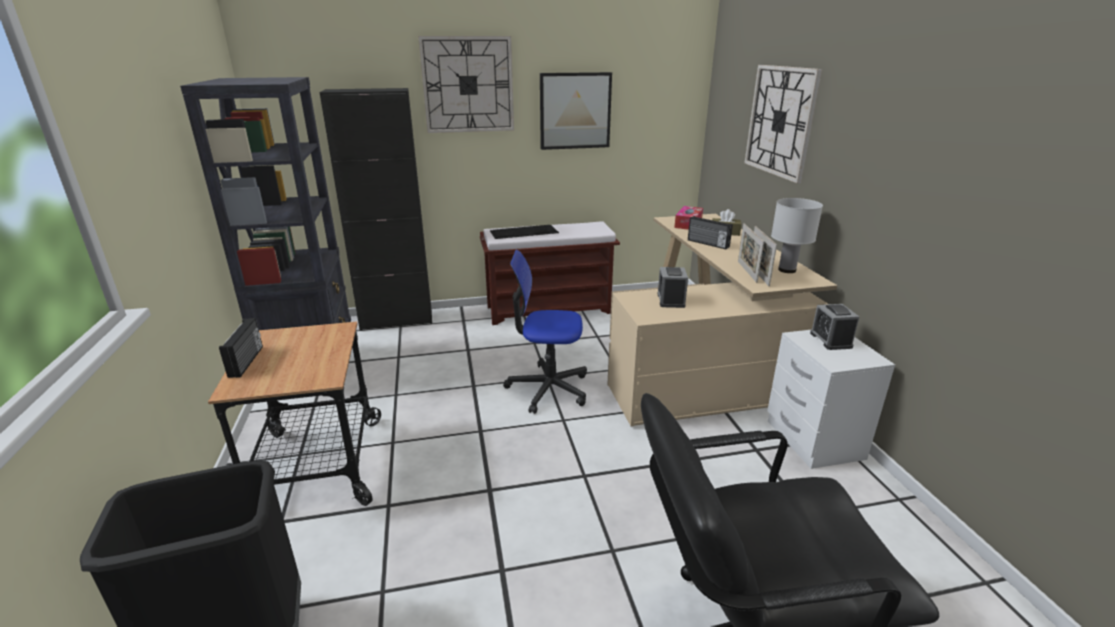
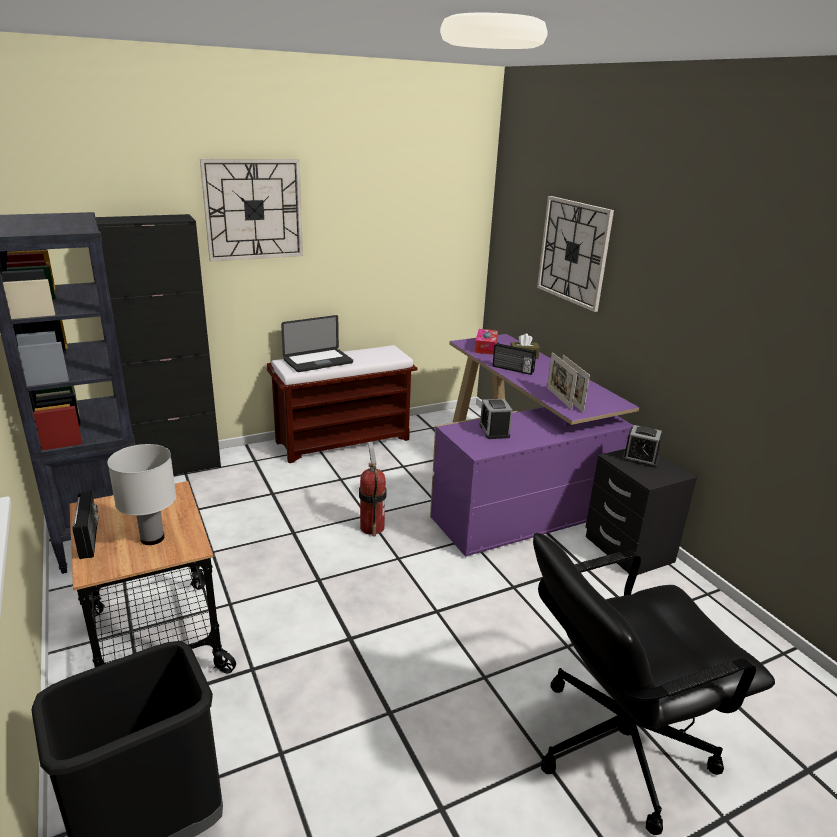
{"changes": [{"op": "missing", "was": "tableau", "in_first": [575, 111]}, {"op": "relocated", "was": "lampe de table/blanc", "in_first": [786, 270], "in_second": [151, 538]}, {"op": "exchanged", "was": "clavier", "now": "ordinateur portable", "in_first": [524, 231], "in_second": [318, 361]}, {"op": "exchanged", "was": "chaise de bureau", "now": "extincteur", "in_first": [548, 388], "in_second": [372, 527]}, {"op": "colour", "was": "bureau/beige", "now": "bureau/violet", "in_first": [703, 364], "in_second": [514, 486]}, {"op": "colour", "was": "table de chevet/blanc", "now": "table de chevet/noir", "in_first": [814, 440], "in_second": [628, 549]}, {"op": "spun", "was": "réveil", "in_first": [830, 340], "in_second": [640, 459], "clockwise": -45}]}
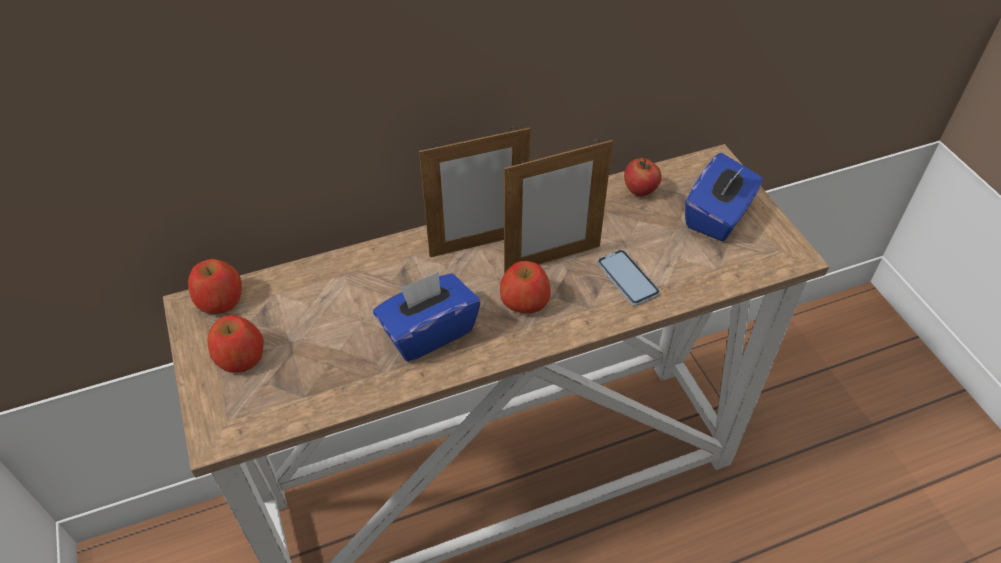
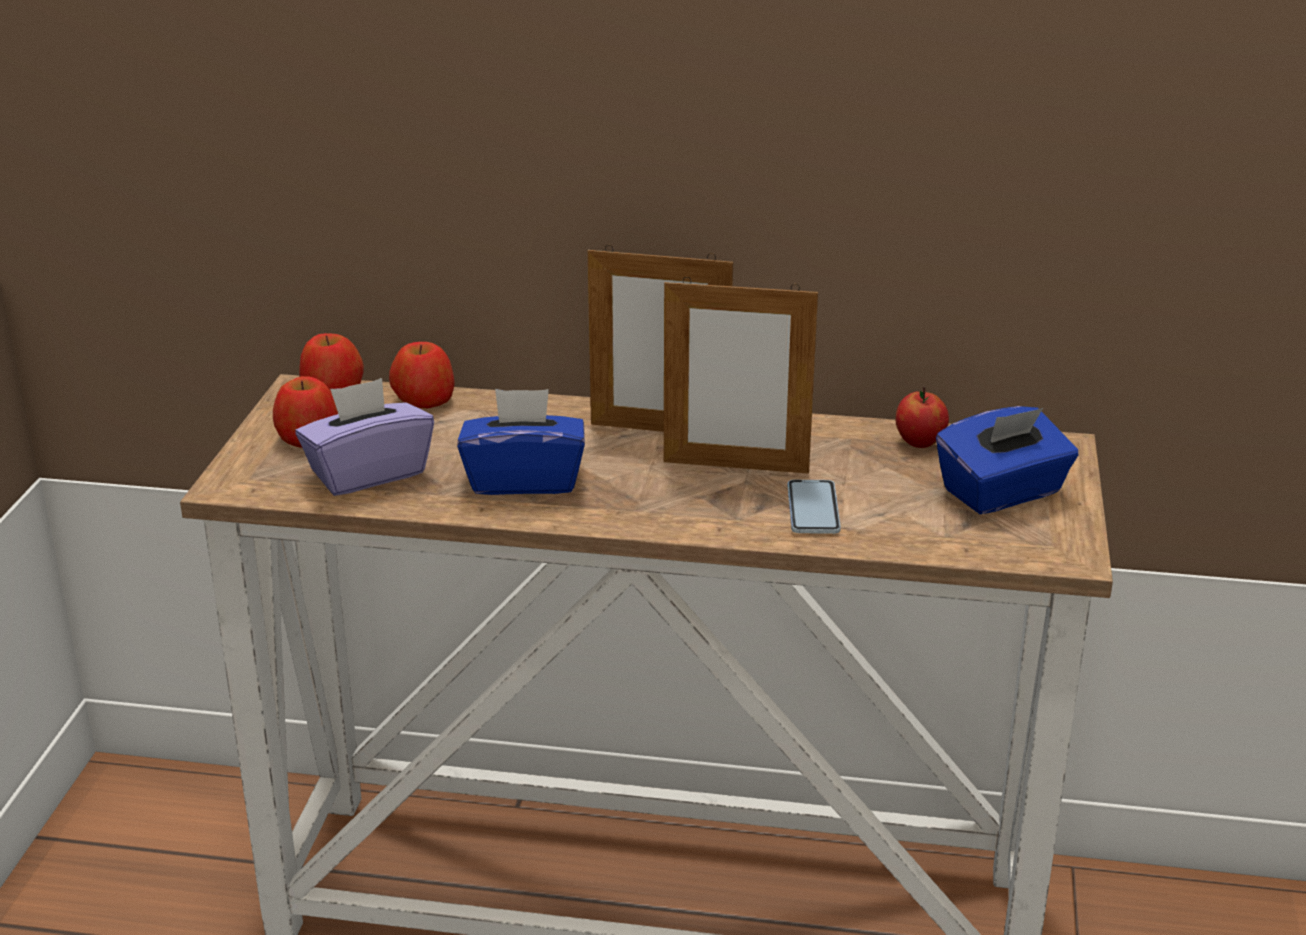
{"changes": [{"op": "appeared", "now": "boîte à mouchoirs/violet", "in_second": [368, 473]}, {"op": "relocated", "was": "pomme", "in_first": [524, 301], "in_second": [424, 400]}]}
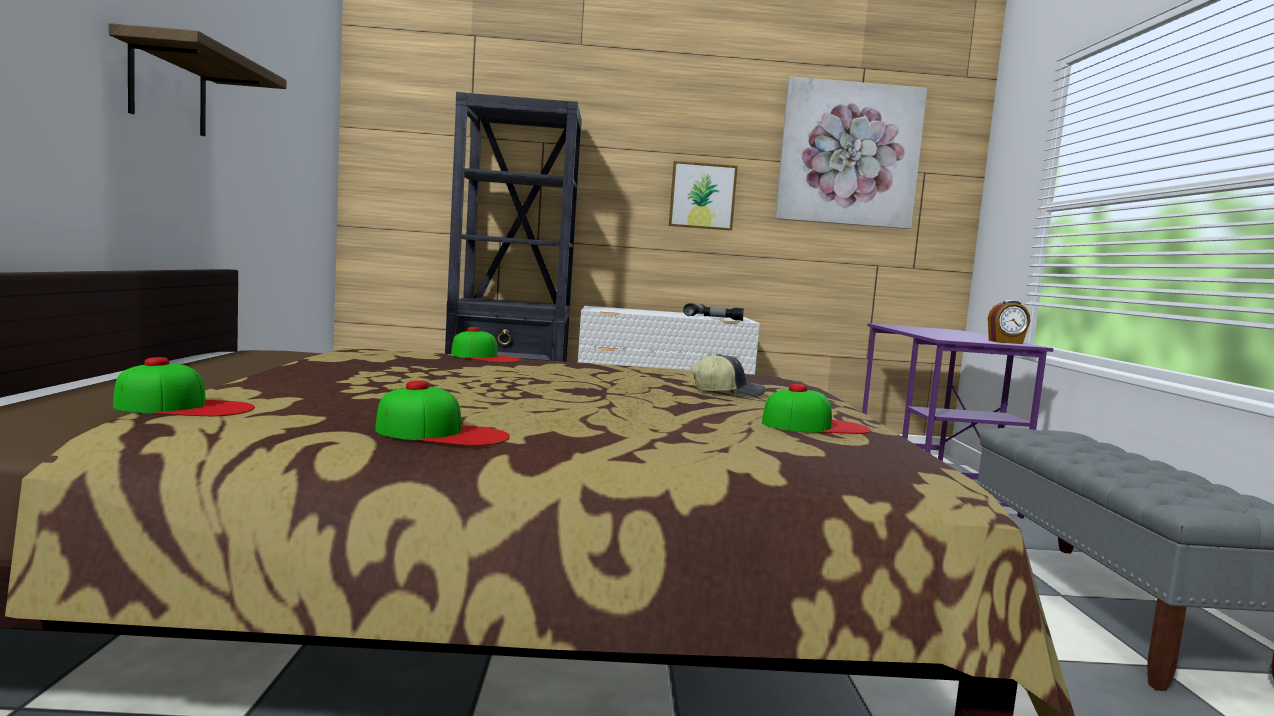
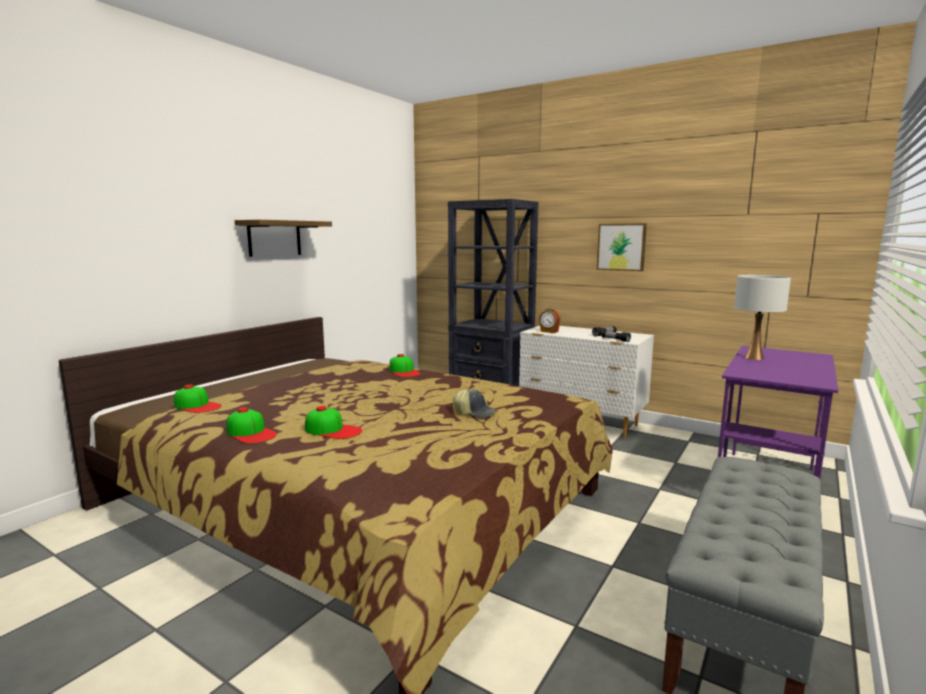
{"changes": [{"op": "missing", "was": "tableau", "in_first": [849, 154]}, {"op": "appeared", "now": "lampe de table/blanc", "in_second": [754, 358]}, {"op": "relocated", "was": "casquette", "in_first": [815, 426], "in_second": [333, 430]}, {"op": "relocated", "was": "réveil", "in_first": [1005, 342], "in_second": [549, 331]}]}
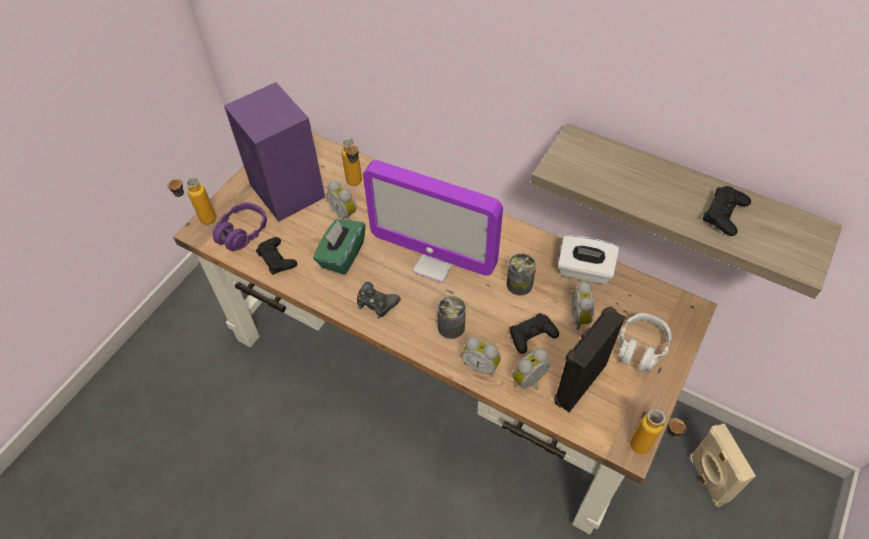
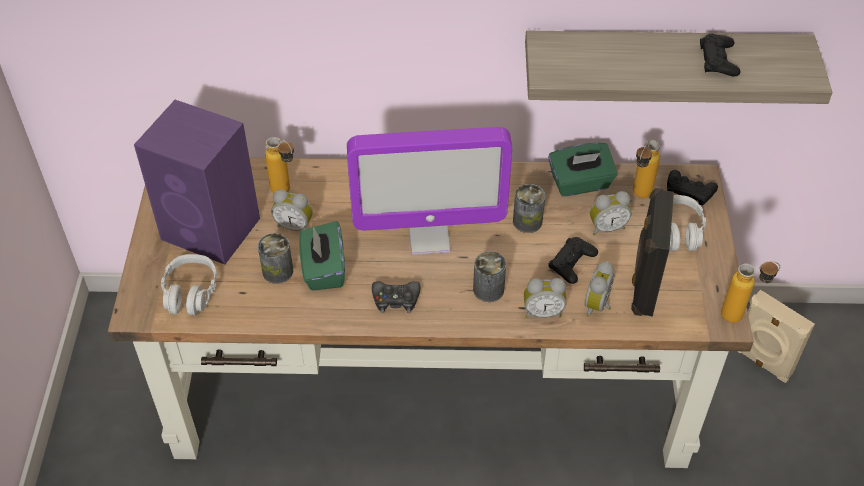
{"changes": [{"op": "appeared", "now": "boîte métallique", "in_second": [278, 271]}, {"op": "relocated", "was": "bouteille", "in_first": [201, 221], "in_second": [638, 197]}, {"op": "relocated", "was": "manette/noir", "in_first": [276, 259], "in_second": [689, 190]}, {"op": "colour", "was": "casque audio/violet", "now": "casque audio/gris", "in_first": [242, 232], "in_second": [190, 292]}, {"op": "colour", "was": "boîte à mouchoirs/blanc", "now": "boîte à mouchoirs/vert", "in_first": [584, 271], "in_second": [580, 183]}, {"op": "spun", "was": "réveil", "in_first": [581, 317], "in_second": [606, 227], "clockwise": -75}]}
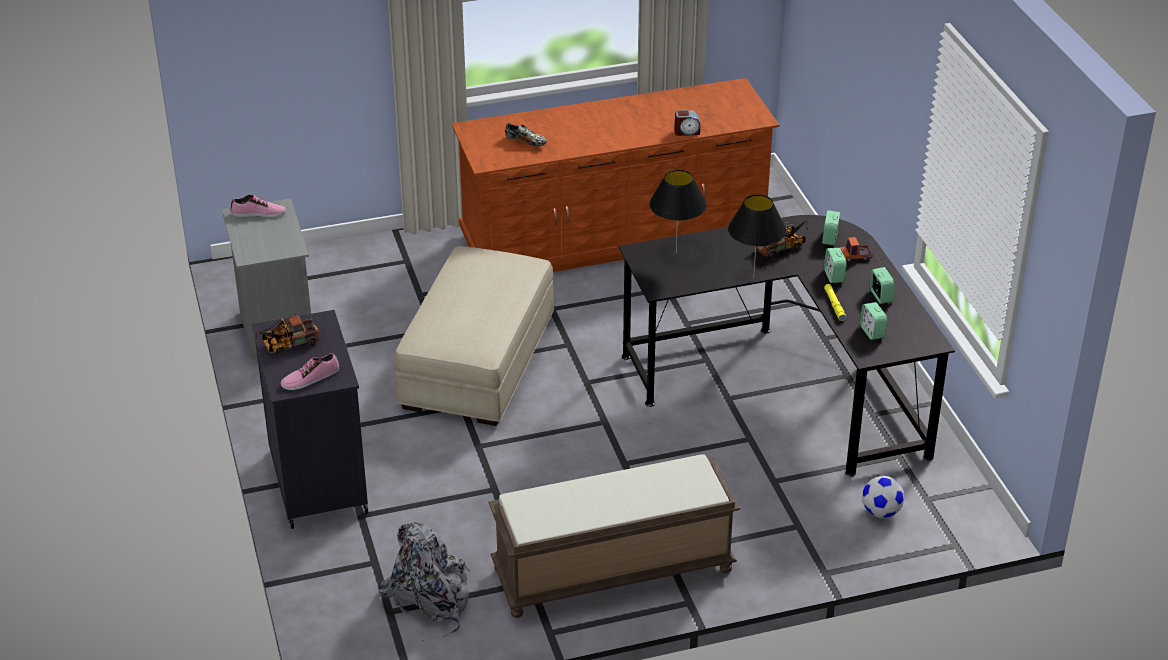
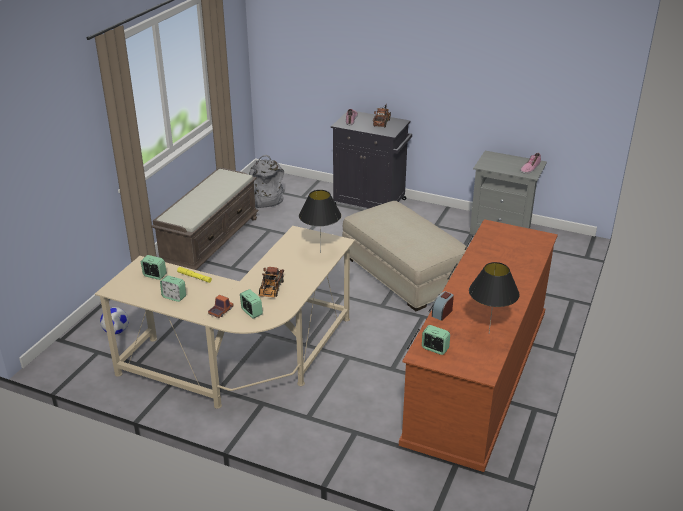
{"changes": [{"op": "missing", "was": "chaussure", "in_first": [526, 142]}, {"op": "relocated", "was": "lampe de table/noir", "in_first": [753, 278], "in_second": [489, 333]}, {"op": "relocated", "was": "réveil", "in_first": [834, 276], "in_second": [435, 349]}, {"op": "colour", "was": "bureau/noir", "now": "bureau/beige", "in_first": [787, 384], "in_second": [245, 361]}]}
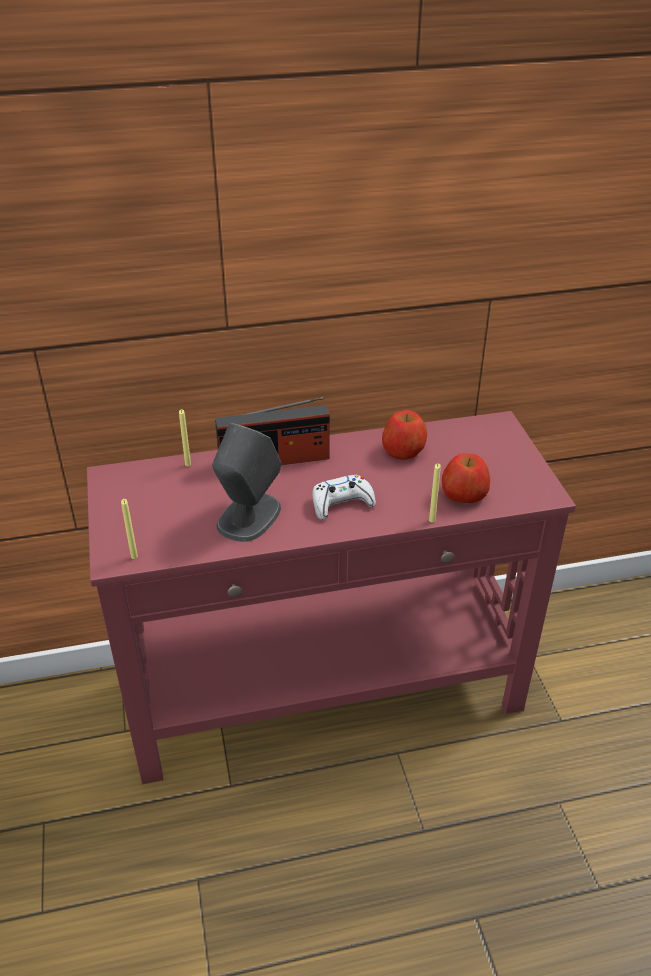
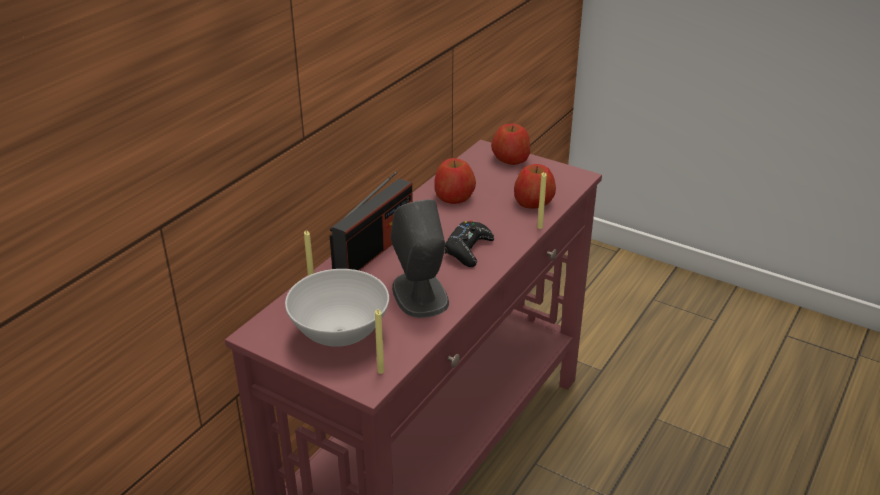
{"changes": [{"op": "appeared", "now": "bol/blanc", "in_second": [340, 335]}, {"op": "appeared", "now": "pomme", "in_second": [510, 159]}, {"op": "colour", "was": "manette/blanc", "now": "manette/noir", "in_first": [341, 503], "in_second": [468, 250]}]}
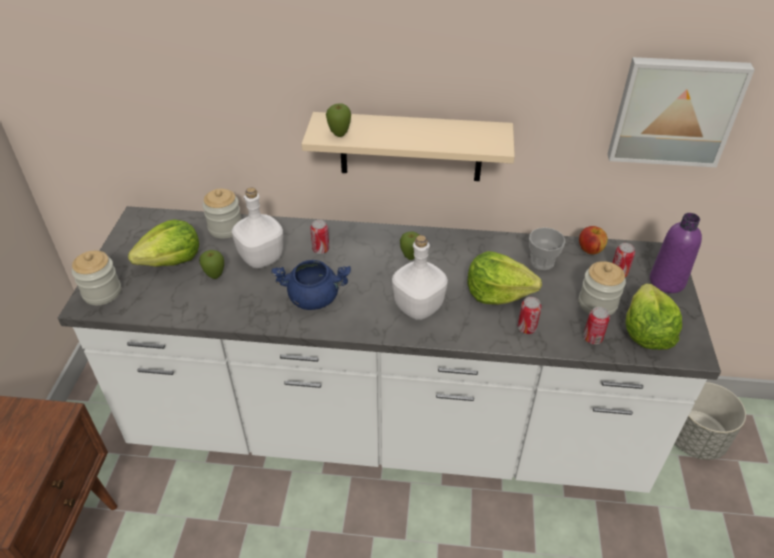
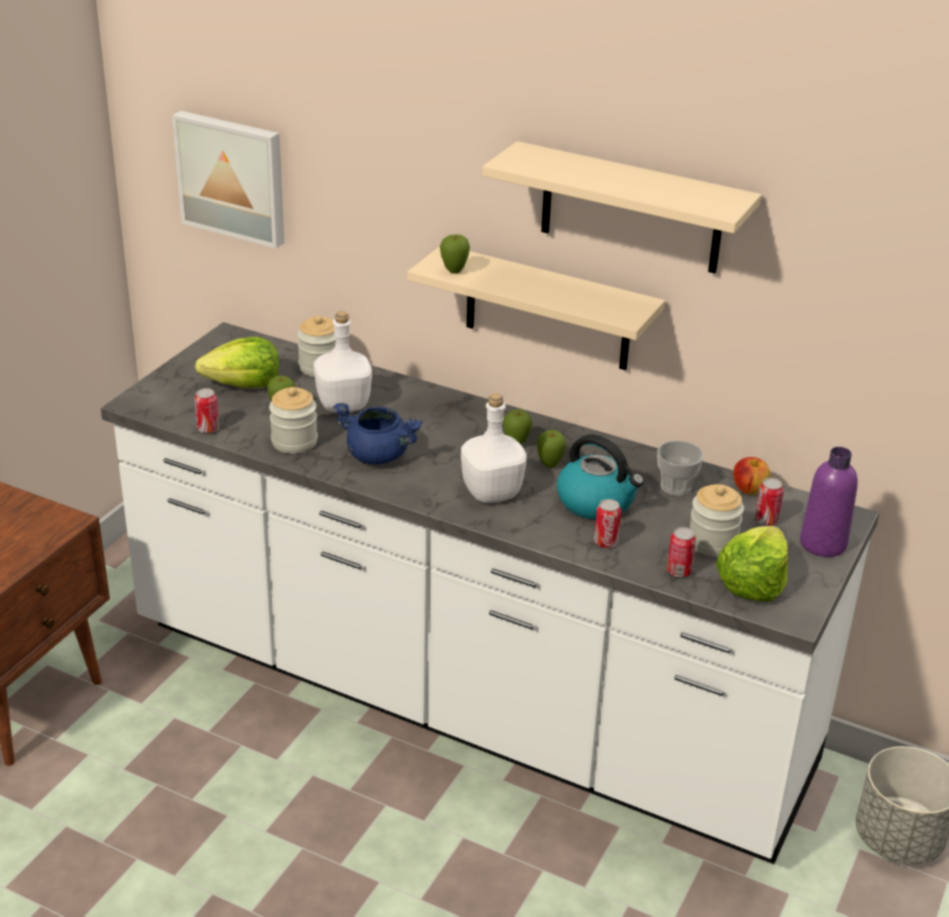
{"changes": [{"op": "appeared", "now": "étagère/beige", "in_second": [631, 209]}, {"op": "appeared", "now": "pomme", "in_second": [549, 465]}, {"op": "relocated", "was": "bocal", "in_first": [102, 292], "in_second": [294, 442]}, {"op": "relocated", "was": "boîte métallique", "in_first": [321, 249], "in_second": [208, 429]}, {"op": "relocated", "was": "tableau", "in_first": [674, 111], "in_second": [233, 177]}, {"op": "exchanged", "was": "laitue", "now": "bouilloire", "in_first": [497, 292], "in_second": [597, 502]}]}
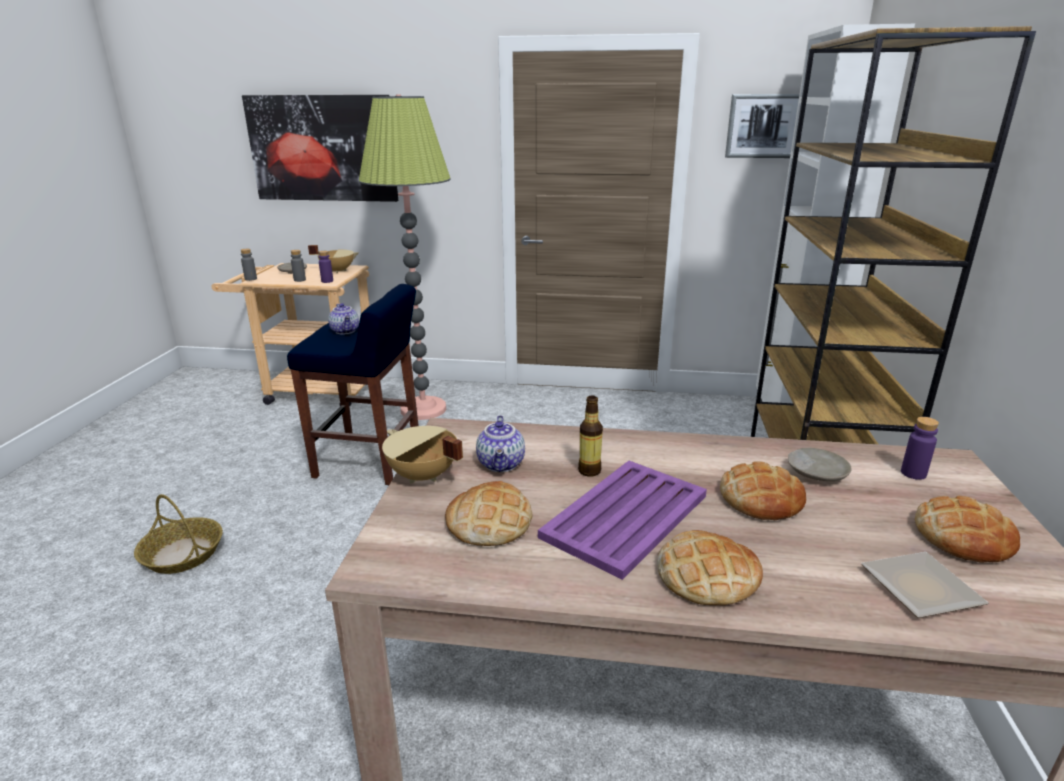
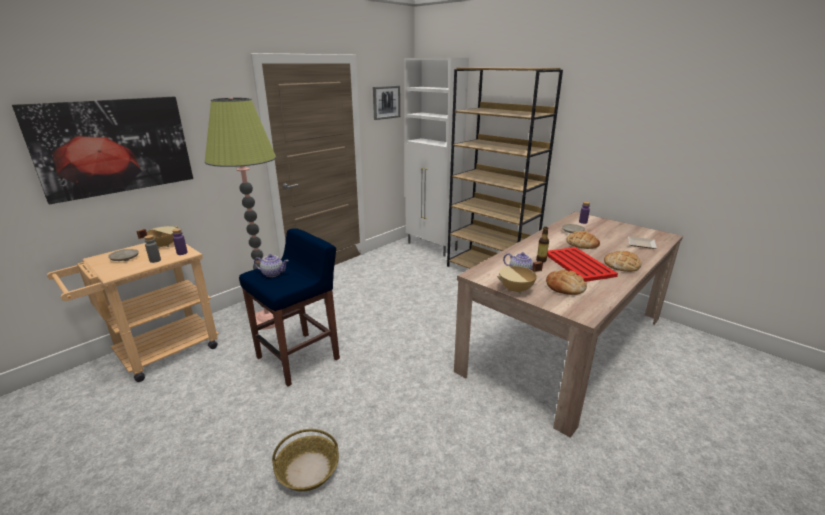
{"changes": [{"op": "missing", "was": "bouteille/gris", "in_first": [251, 279]}, {"op": "missing", "was": "pain", "in_first": [963, 537]}, {"op": "colour", "was": "plateau/violet", "now": "plateau/rouge", "in_first": [627, 515], "in_second": [578, 264]}]}
